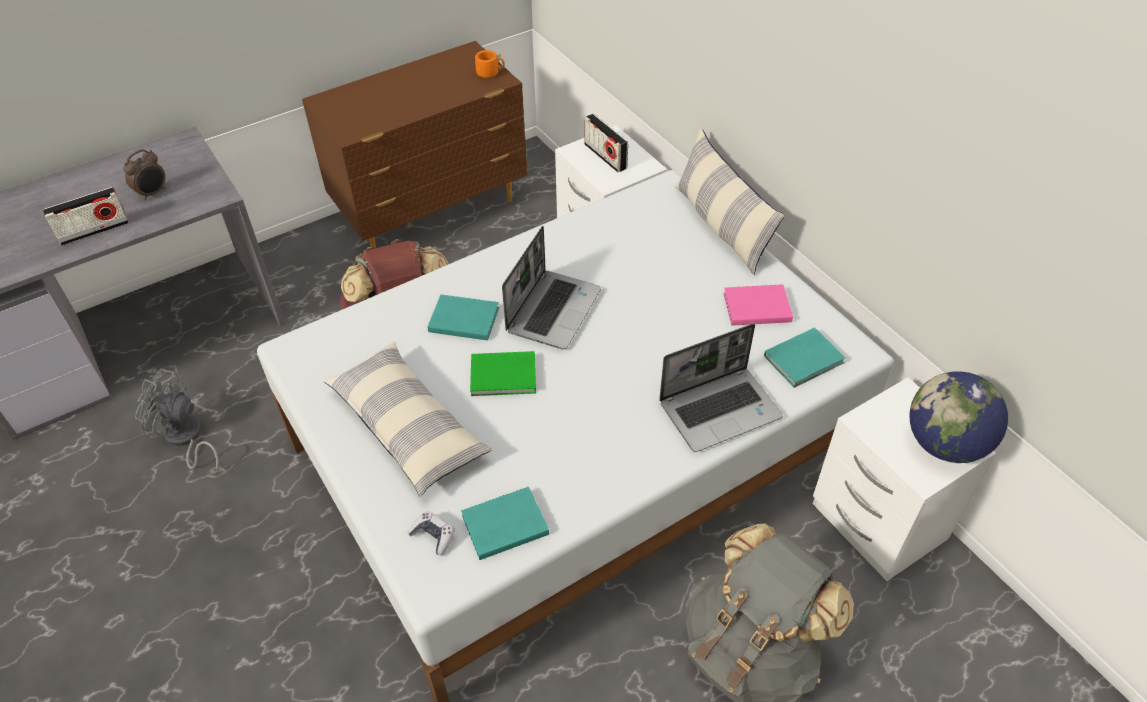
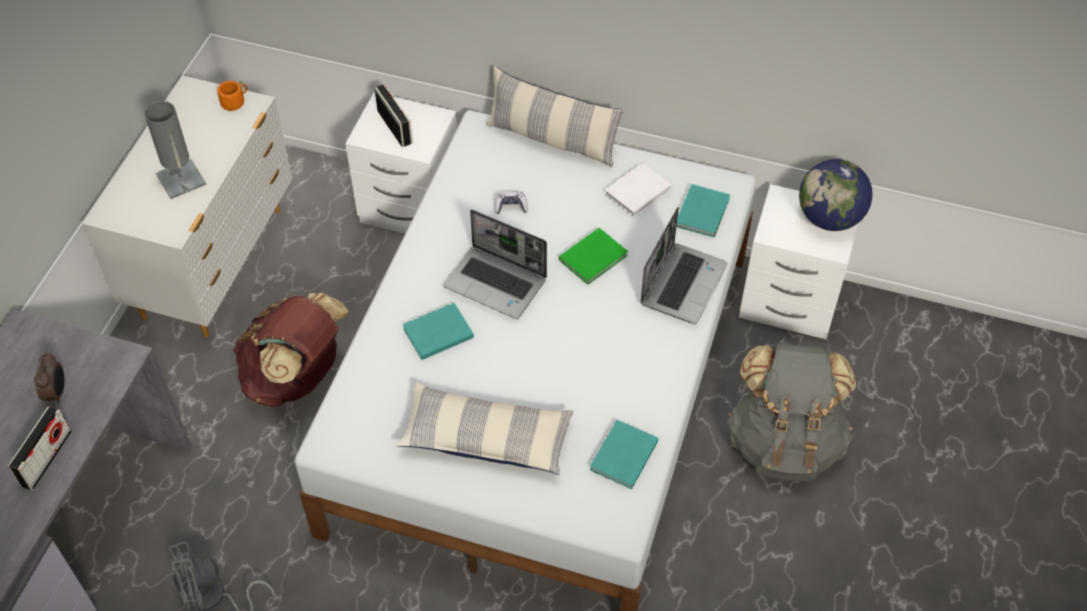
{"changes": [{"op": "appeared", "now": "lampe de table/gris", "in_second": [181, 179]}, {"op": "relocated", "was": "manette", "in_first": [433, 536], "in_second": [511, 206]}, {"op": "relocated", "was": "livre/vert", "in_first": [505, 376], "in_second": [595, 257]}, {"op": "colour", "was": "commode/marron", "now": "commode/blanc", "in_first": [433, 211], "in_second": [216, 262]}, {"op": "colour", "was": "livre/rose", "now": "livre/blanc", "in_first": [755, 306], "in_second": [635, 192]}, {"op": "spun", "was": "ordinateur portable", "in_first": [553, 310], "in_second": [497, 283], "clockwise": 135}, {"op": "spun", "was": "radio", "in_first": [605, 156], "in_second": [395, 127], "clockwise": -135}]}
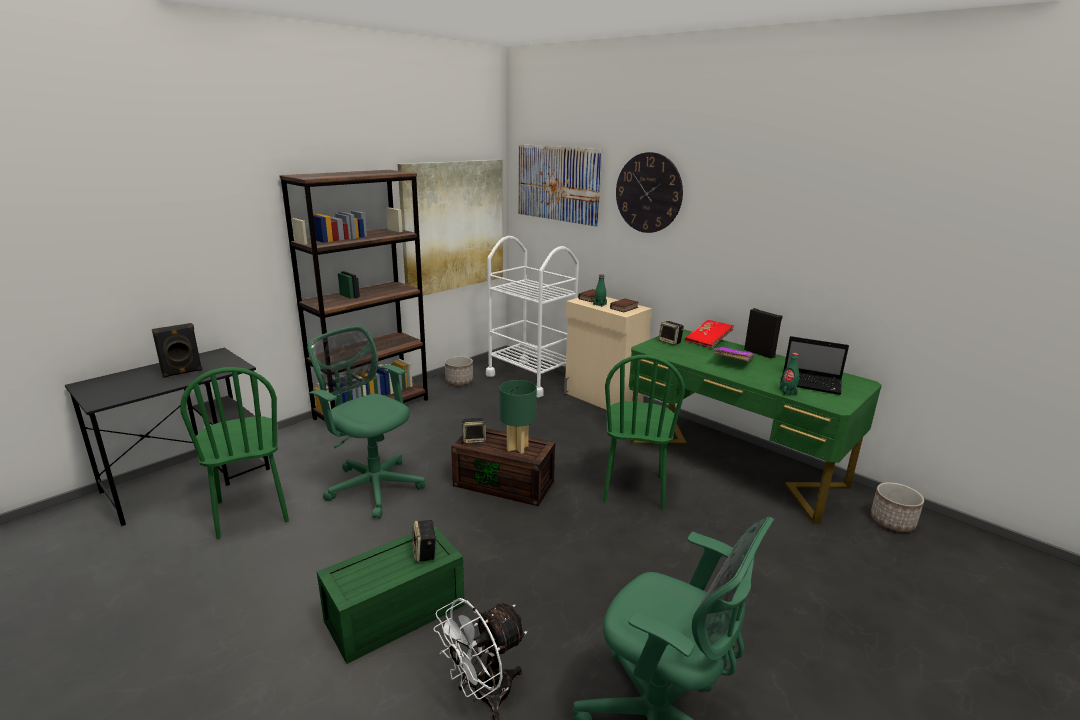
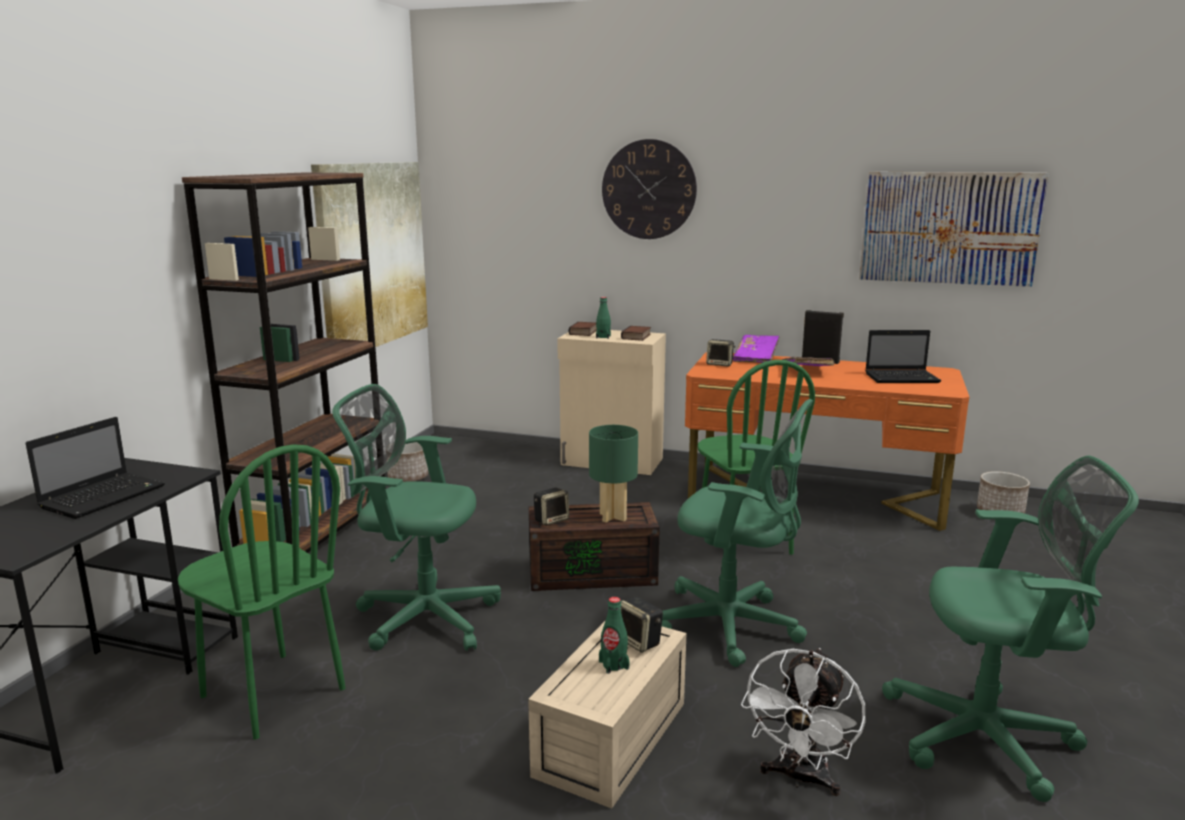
{"changes": [{"op": "missing", "was": "chariot/blanc", "in_first": [531, 378]}, {"op": "appeared", "now": "chaise de bureau/vert", "in_second": [733, 626]}, {"op": "relocated", "was": "tableau", "in_first": [558, 183], "in_second": [949, 228]}, {"op": "relocated", "was": "bouteille/vert", "in_first": [788, 392], "in_second": [614, 665]}, {"op": "exchanged", "was": "enceinte/noir", "now": "ordinateur portable", "in_first": [182, 373], "in_second": [104, 496]}, {"op": "colour", "was": "boîte de rangement/vert", "now": "boîte de rangement/beige", "in_first": [394, 615], "in_second": [613, 740]}, {"op": "colour", "was": "bureau/vert", "now": "bureau/orange", "in_first": [732, 463], "in_second": [814, 496]}, {"op": "colour", "was": "livre/rouge", "now": "livre/violet", "in_first": [708, 341], "in_second": [756, 358]}]}
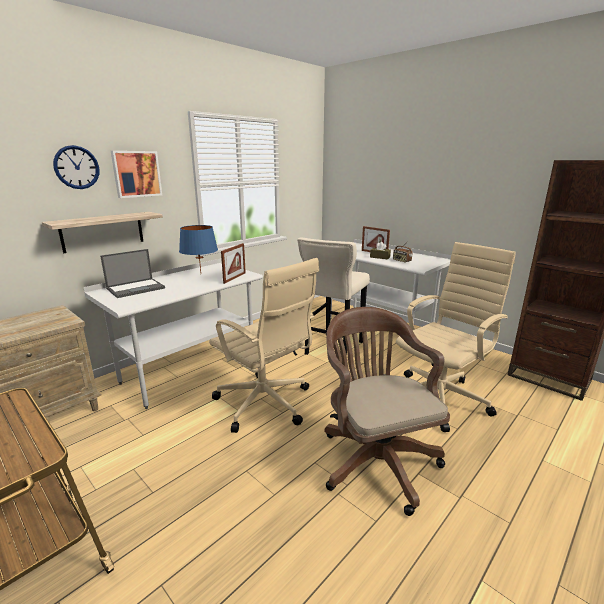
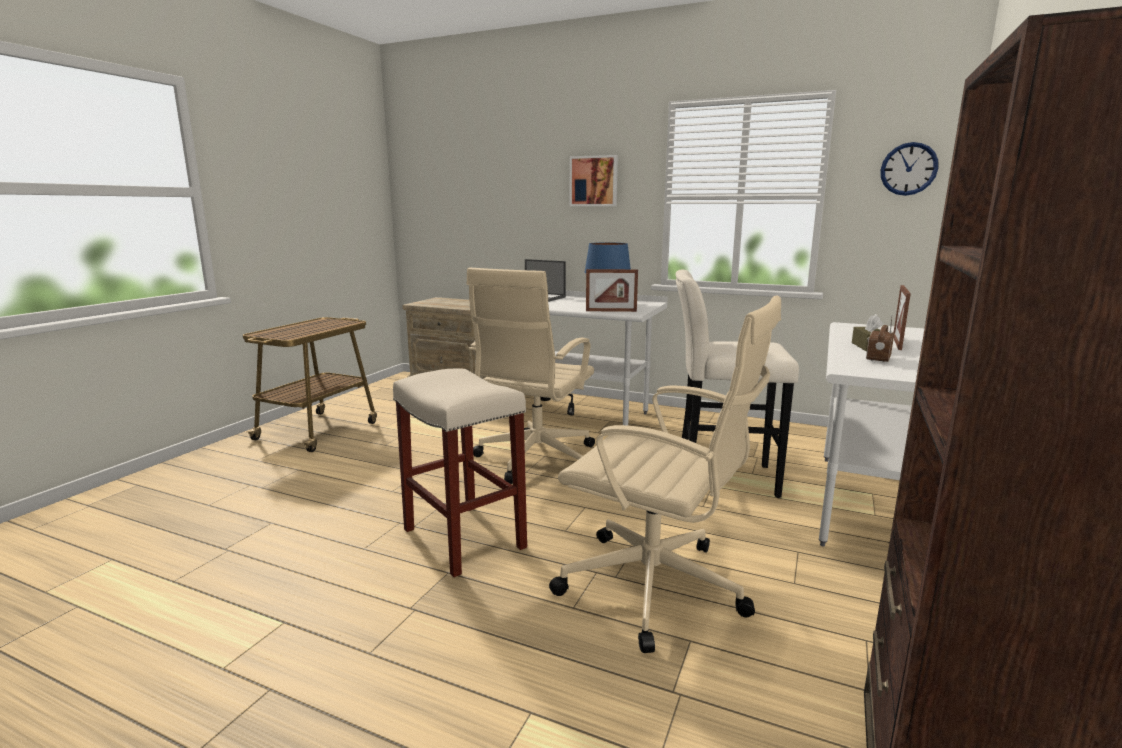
{"changes": [{"op": "missing", "was": "étagère", "in_first": [103, 231]}, {"op": "relocated", "was": "horloge murale", "in_first": [76, 167], "in_second": [908, 169]}, {"op": "exchanged", "was": "chaise de bureau/marron", "now": "tabouret/beige", "in_first": [375, 458], "in_second": [465, 539]}]}
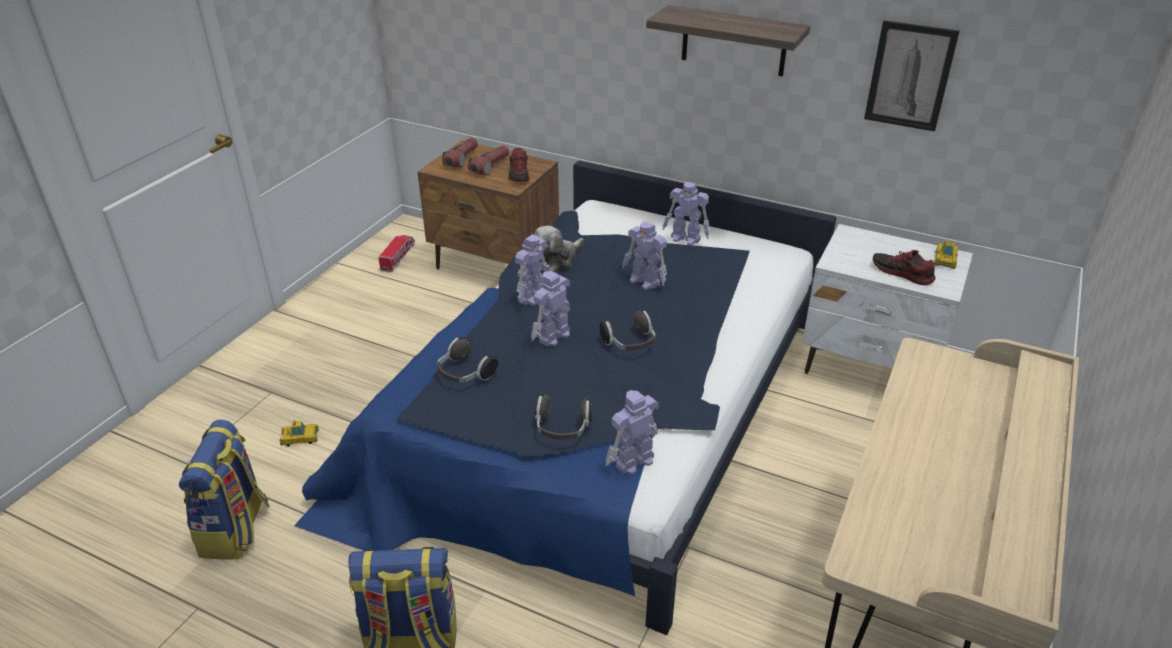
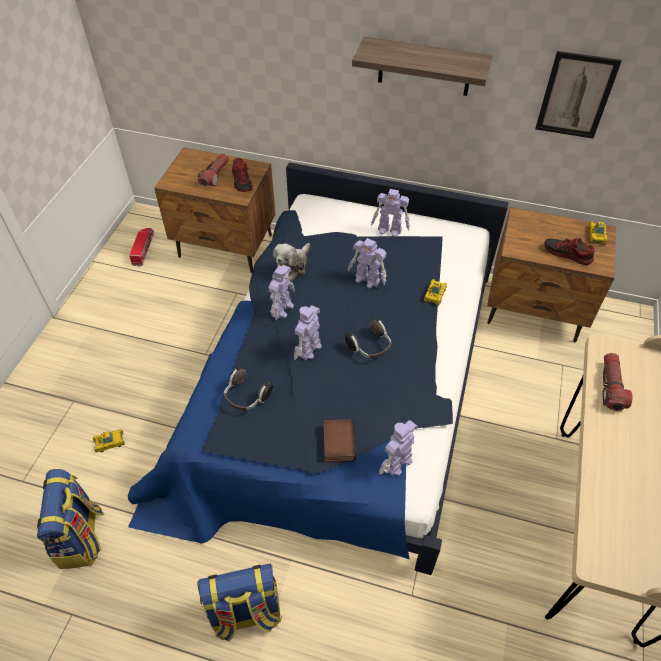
{"changes": [{"op": "appeared", "now": "petite voiture", "in_second": [435, 294]}, {"op": "relocated", "was": "lampe de poche", "in_first": [461, 159], "in_second": [611, 386]}, {"op": "exchanged", "was": "casque audio", "now": "livre", "in_first": [562, 429], "in_second": [337, 442]}, {"op": "colour", "was": "table de chevet/blanc", "now": "table de chevet/marron", "in_first": [870, 367], "in_second": [534, 311]}]}
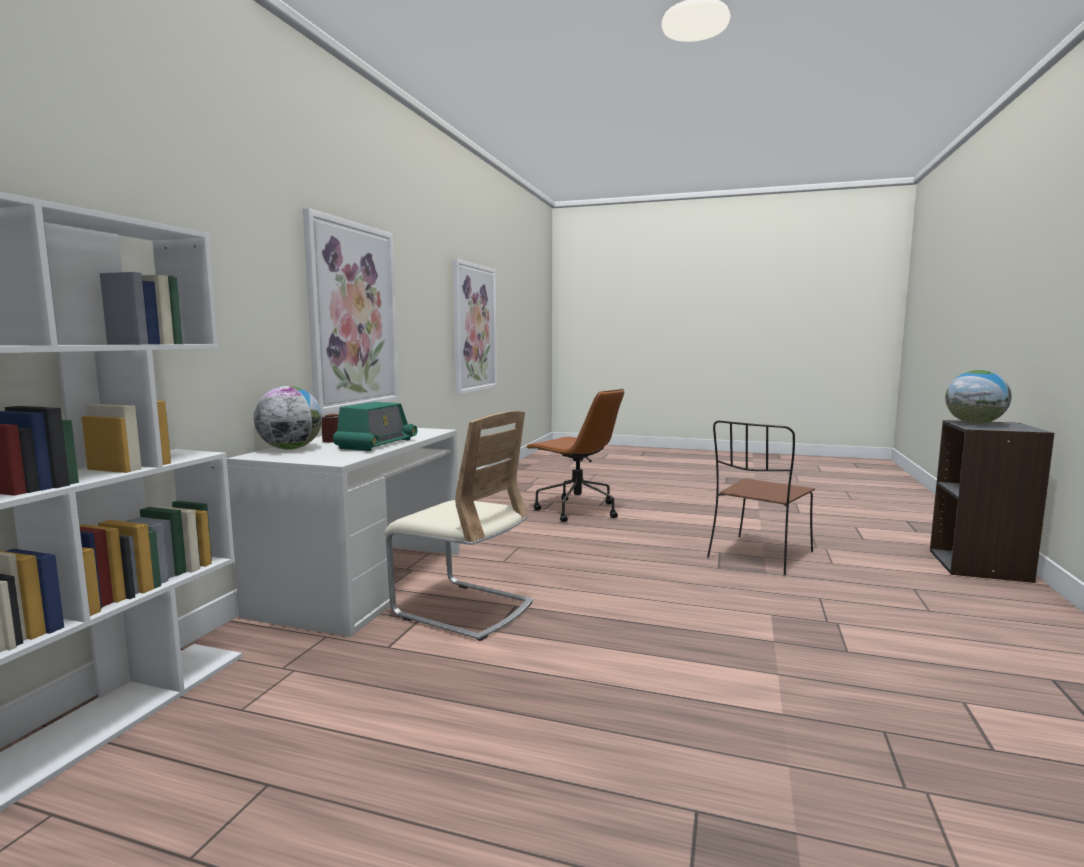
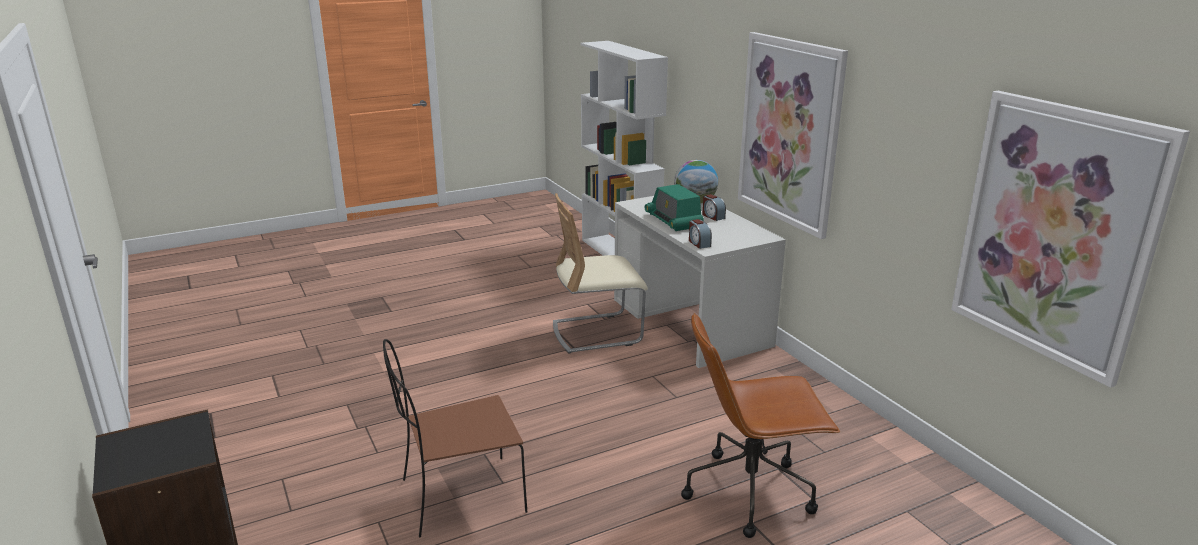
{"changes": [{"op": "missing", "was": "globe", "in_first": [974, 423]}, {"op": "appeared", "now": "réveil", "in_second": [699, 243]}, {"op": "spun", "was": "chaise/marron", "in_first": [759, 556], "in_second": [459, 497], "clockwise": -105}]}
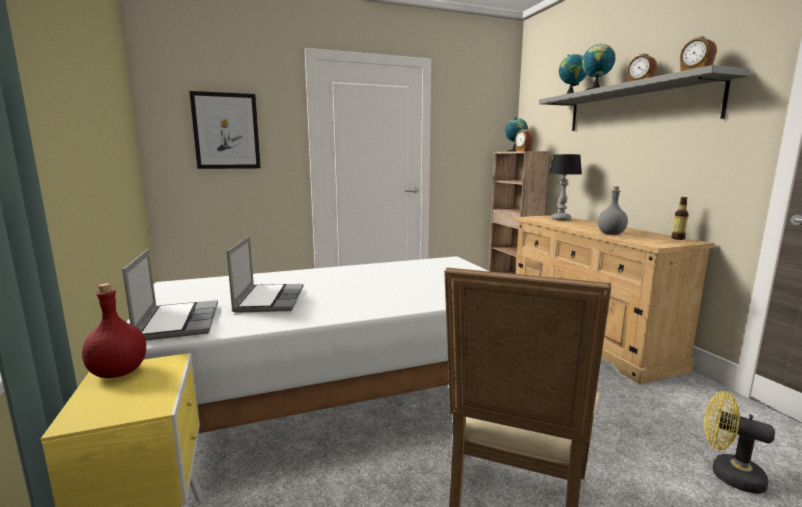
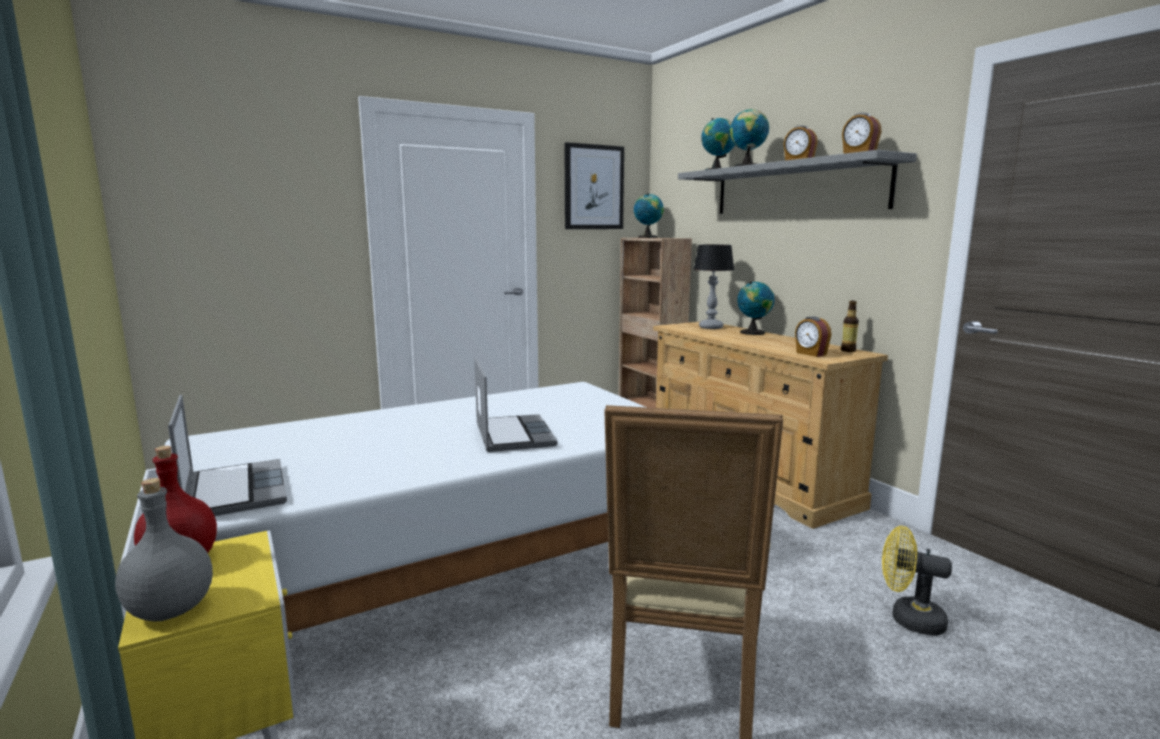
{"changes": [{"op": "appeared", "now": "globe", "in_second": [754, 332]}, {"op": "relocated", "was": "tableau", "in_first": [226, 131], "in_second": [593, 187]}, {"op": "relocated", "was": "ordinateur portable", "in_first": [269, 299], "in_second": [512, 435]}, {"op": "relocated", "was": "réveil", "in_first": [523, 151], "in_second": [810, 354]}, {"op": "relocated", "was": "bouteille/gris", "in_first": [611, 234], "in_second": [172, 610]}]}
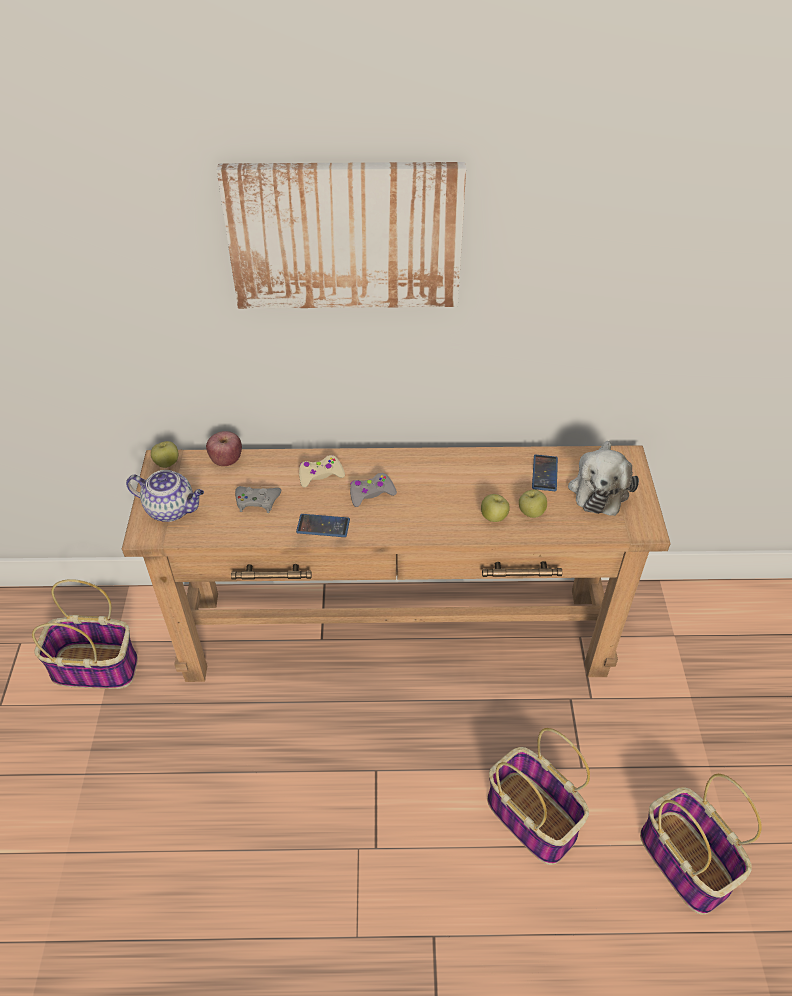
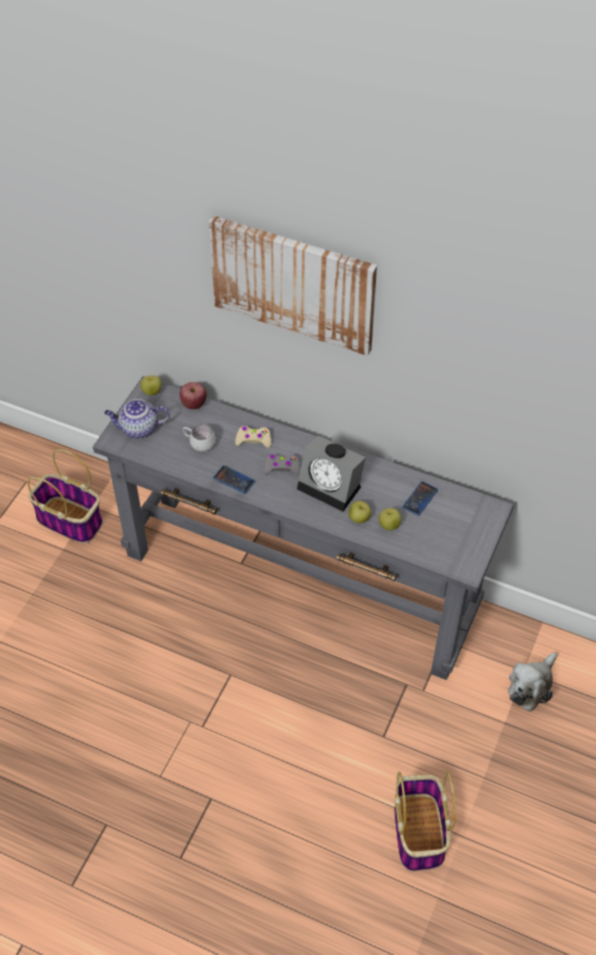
{"changes": [{"op": "missing", "was": "panier", "in_first": [533, 818]}, {"op": "appeared", "now": "réveil", "in_second": [332, 486]}, {"op": "relocated", "was": "peluche", "in_first": [599, 488], "in_second": [531, 686]}, {"op": "exchanged", "was": "manette/gris", "now": "mug/blanc", "in_first": [257, 501], "in_second": [199, 444]}, {"op": "colour", "was": "table console/marron", "now": "table console/gris", "in_first": [396, 634], "in_second": [299, 581]}, {"op": "spun", "was": "théière", "in_first": [172, 509], "in_second": [138, 429], "clockwise": 135}]}
